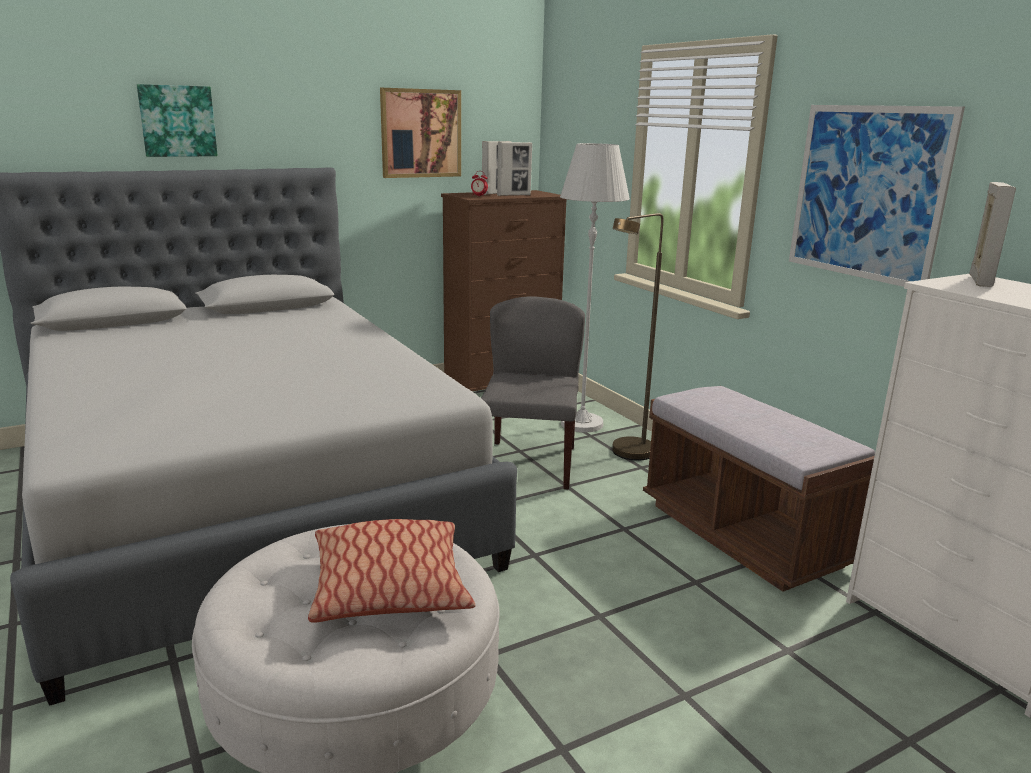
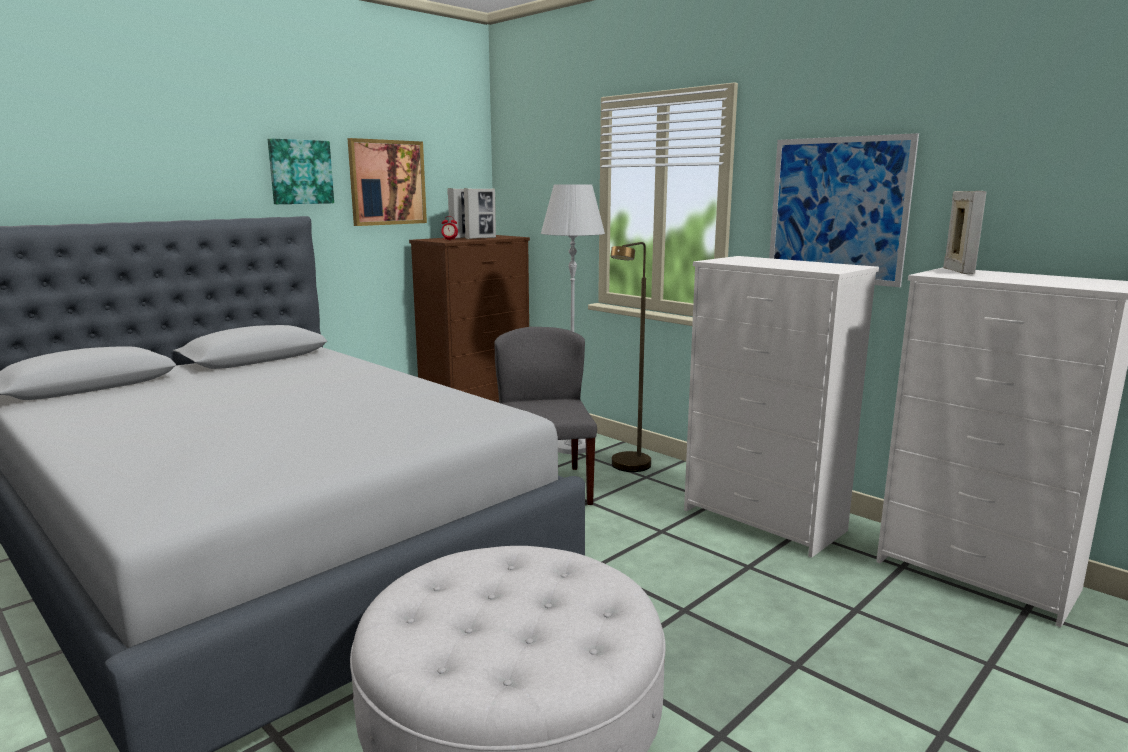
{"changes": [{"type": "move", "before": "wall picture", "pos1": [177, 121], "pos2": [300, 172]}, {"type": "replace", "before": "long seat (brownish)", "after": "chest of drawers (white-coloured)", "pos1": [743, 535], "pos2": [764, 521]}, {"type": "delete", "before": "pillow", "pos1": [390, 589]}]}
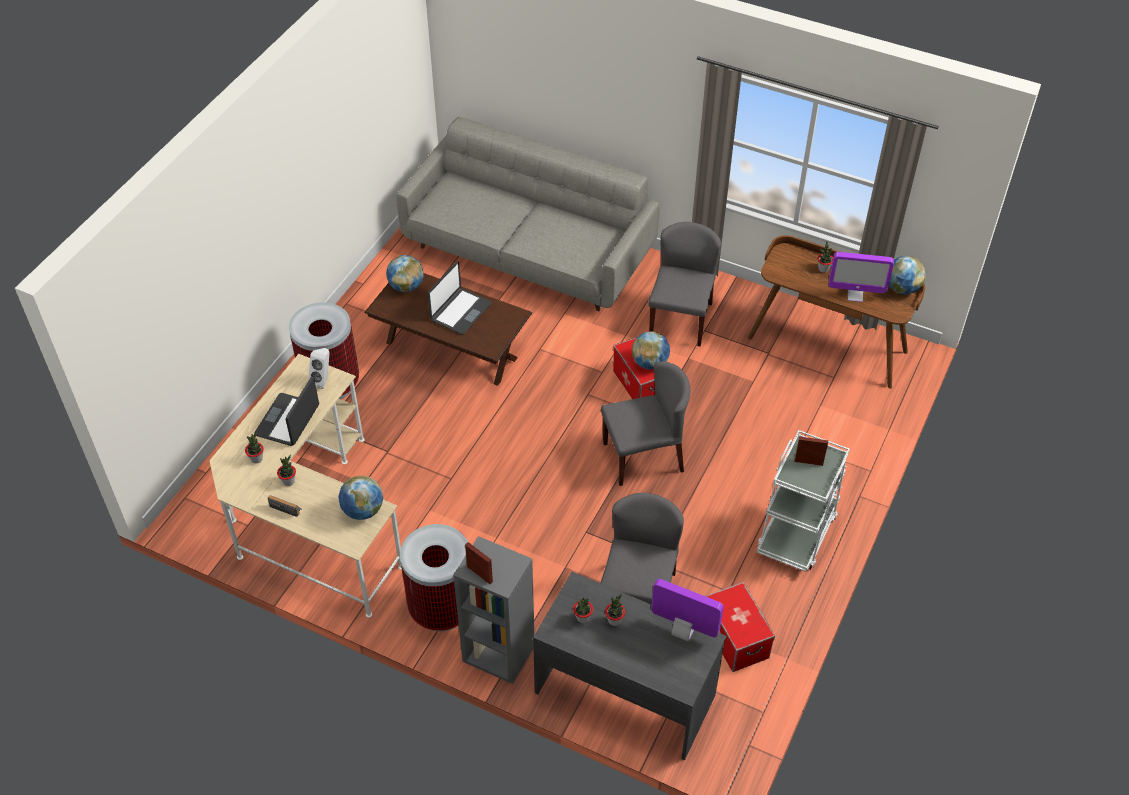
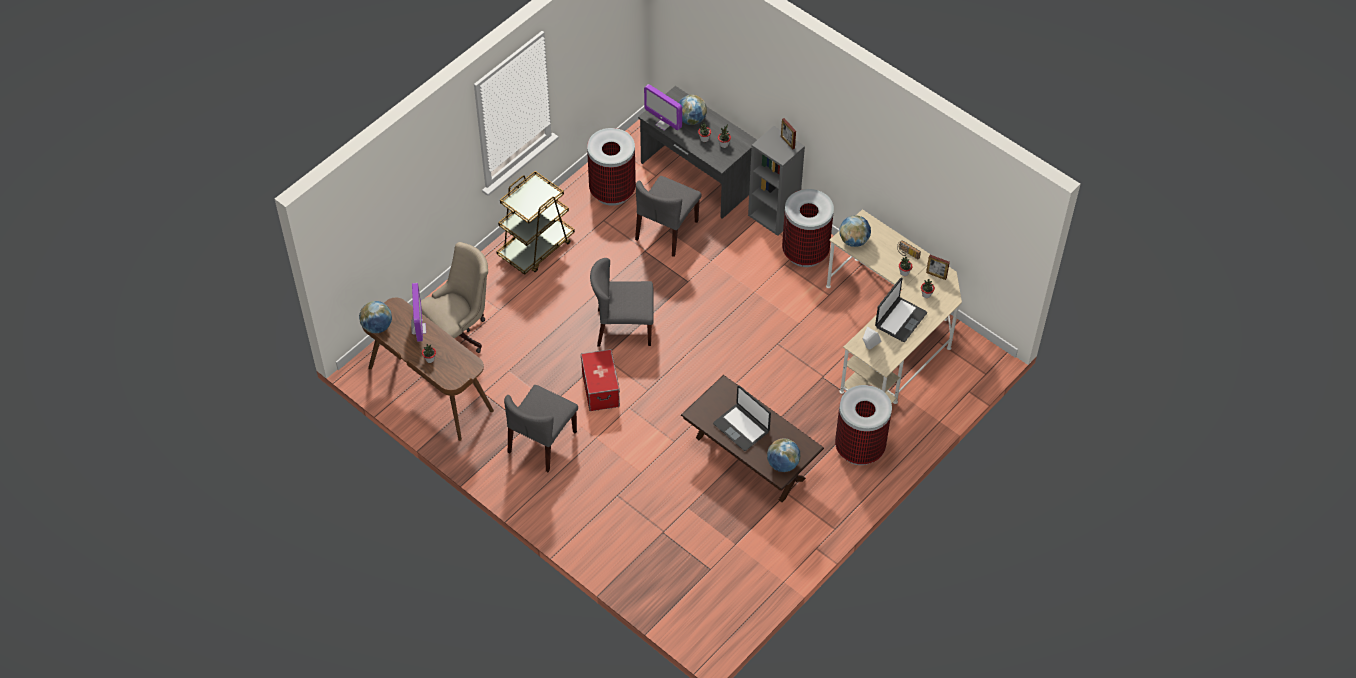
{"changes": [{"type": "rotate", "before": "monitor", "pos1": [855, 295], "pos2": [418, 329], "turn": 60}, {"type": "insert", "after": "desk chair (beige)", "pos2": [459, 333]}, {"type": "recolor", "before": "trolley (white-coloured)", "after": "trolley (brownish)", "pos1": [796, 532], "pos2": [536, 248]}, {"type": "replace", "before": "storage box", "after": "waste bin", "pos1": [735, 638], "pos2": [612, 191]}, {"type": "move", "before": "desk globe", "pos1": [650, 363], "pos2": [691, 120]}, {"type": "rotate", "before": "notebook computer", "pos1": [460, 312], "pos2": [741, 427], "turn": -90}, {"type": "move", "before": "picture frame", "pos1": [808, 462], "pos2": [936, 275]}, {"type": "delete", "before": "sofa (greyish)", "pos1": [527, 252]}]}
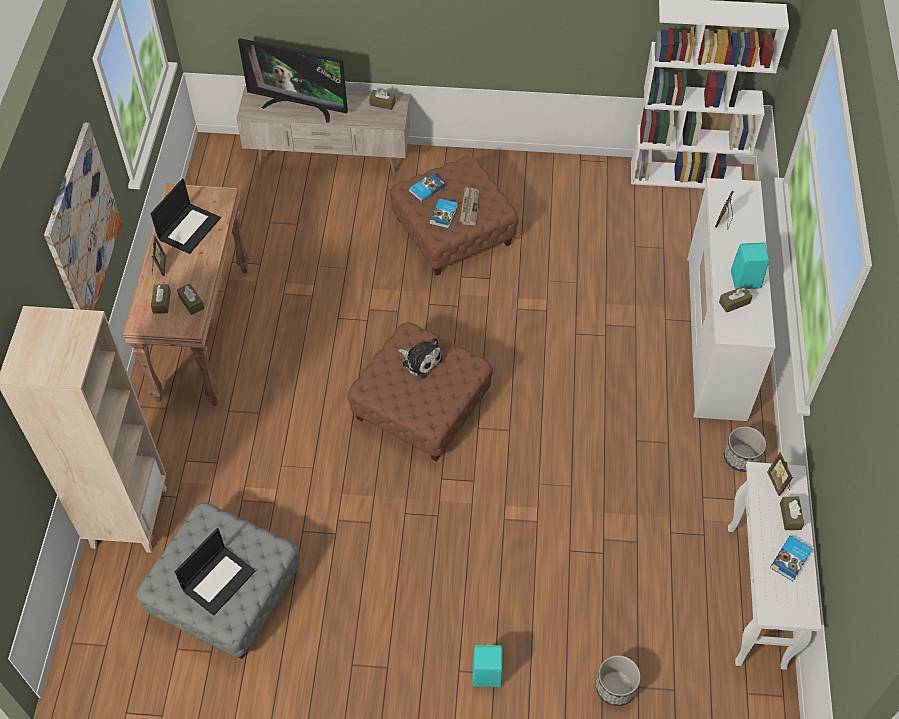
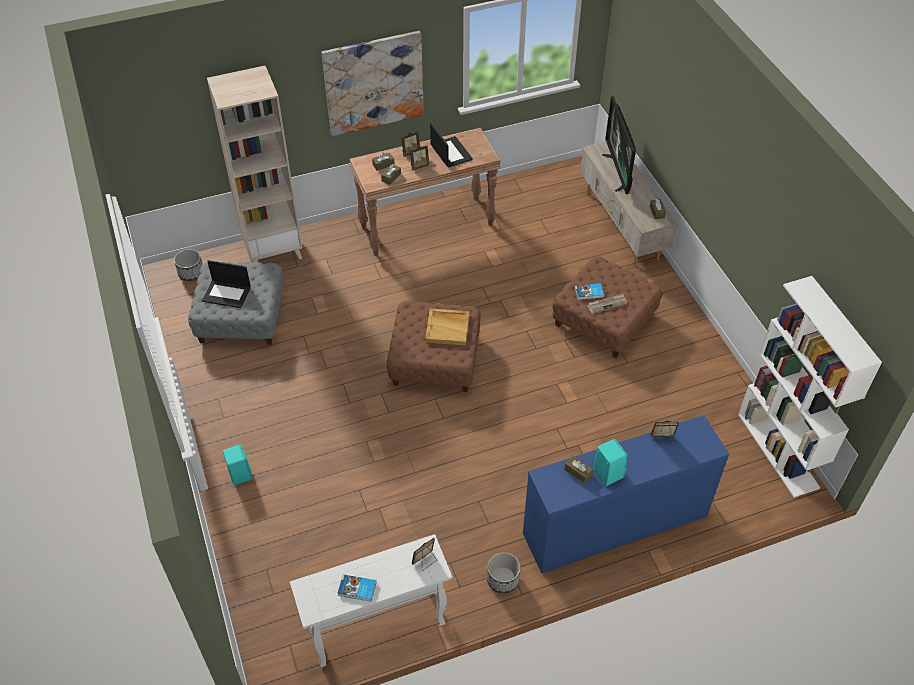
{"changes": [{"type": "move", "before": "plant pot", "pos1": [615, 687], "pos2": [191, 273]}, {"type": "insert", "after": "picture frame", "pos2": [419, 166]}, {"type": "replace", "before": "plush toy", "after": "serving tray (beige)", "pos1": [420, 360], "pos2": [448, 328]}, {"type": "rotate", "before": "notebook computer", "pos1": [189, 228], "pos2": [450, 152], "turn": -120}, {"type": "recolor", "before": "chest of drawers (white-coloured)", "after": "chest of drawers (blue)", "pos1": [715, 337], "pos2": [614, 525]}, {"type": "delete", "before": "book", "pos1": [426, 188]}, {"type": "delete", "before": "box of tissues (brownish)", "pos1": [790, 516]}]}
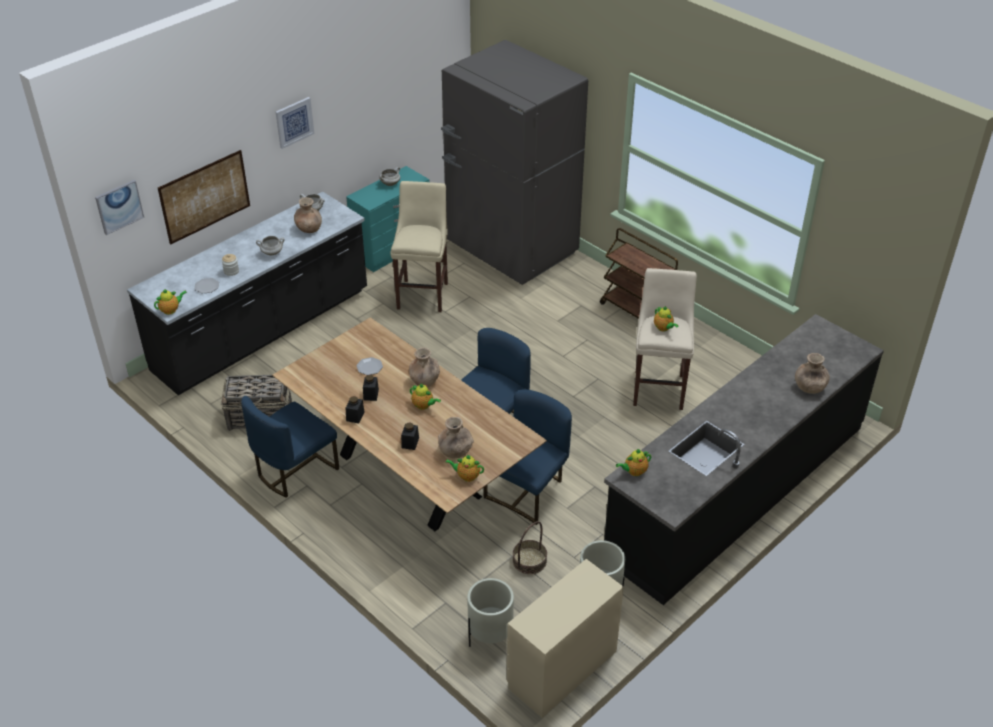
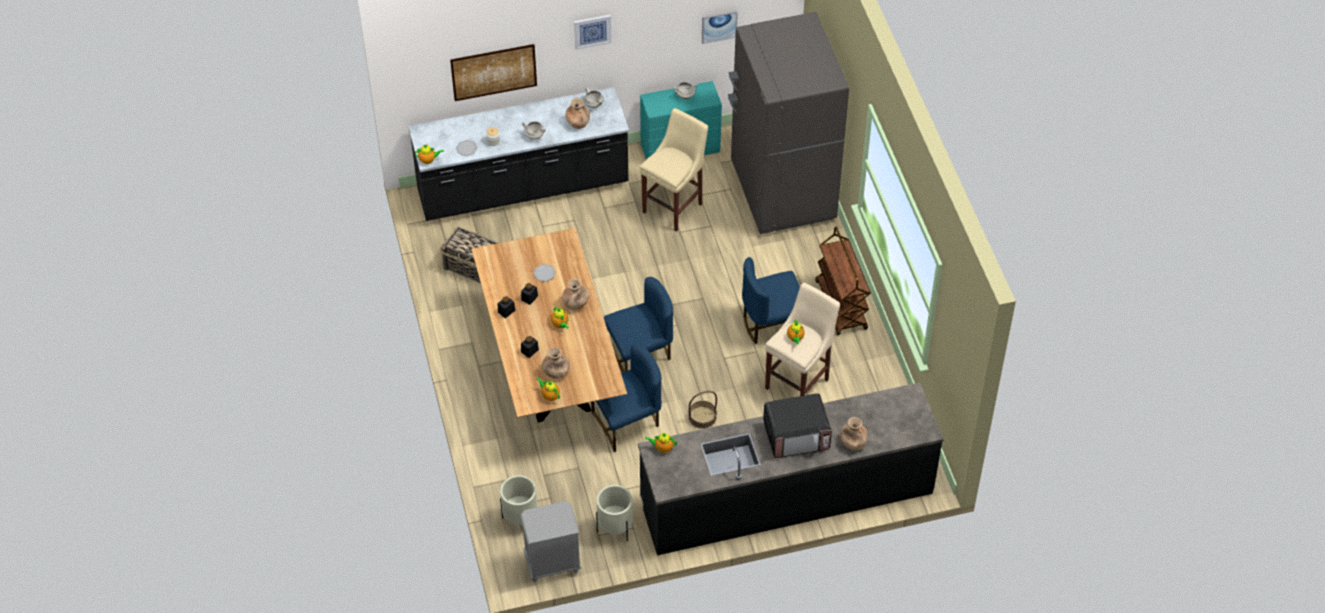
{"changes": [{"type": "replace", "before": "chest of drawers (beige)", "after": "nightstand (greyish)", "pos1": [561, 669], "pos2": [551, 564]}, {"type": "move", "before": "storage basket", "pos1": [529, 561], "pos2": [702, 417]}, {"type": "move", "before": "wall picture", "pos1": [119, 206], "pos2": [719, 26]}, {"type": "move", "before": "plain chair (blue)", "pos1": [295, 470], "pos2": [773, 324]}, {"type": "insert", "after": "microwave", "pos2": [796, 436]}]}
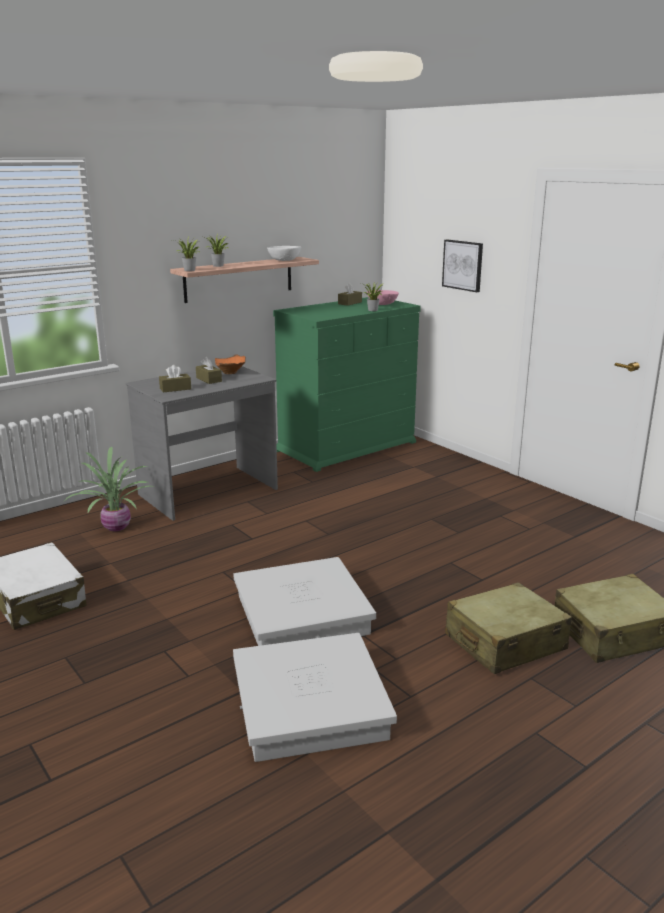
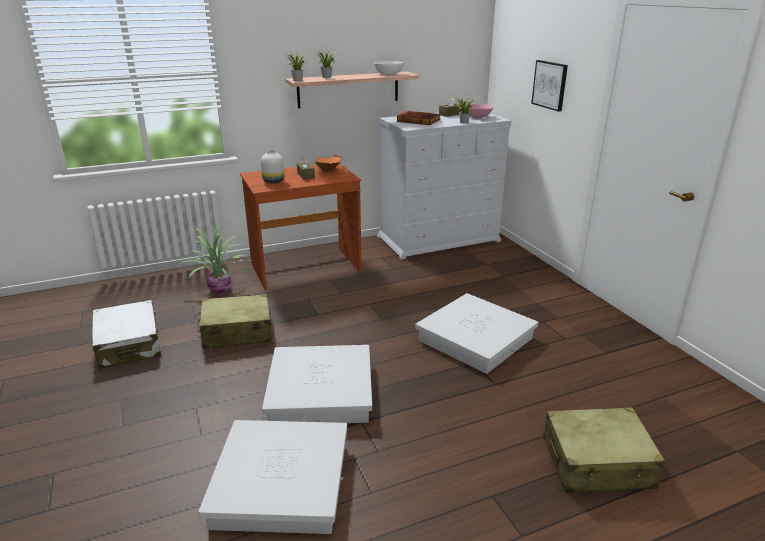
{"changes": [{"type": "move", "before": "travel case (beige)", "pos1": [504, 643], "pos2": [237, 332]}, {"type": "recolor", "before": "desk (greyish)", "after": "desk (brownish)", "pos1": [208, 492], "pos2": [305, 268]}, {"type": "replace", "before": "box of tissues (brownish)", "after": "vase (white-coloured)", "pos1": [175, 389], "pos2": [273, 181]}, {"type": "recolor", "before": "chest of drawers (greenish)", "after": "chest of drawers (white-coloured)", "pos1": [346, 446], "pos2": [439, 239]}, {"type": "insert", "after": "book", "pos2": [419, 120]}, {"type": "insert", "after": "storage box (white-coloured)", "pos2": [475, 339]}]}
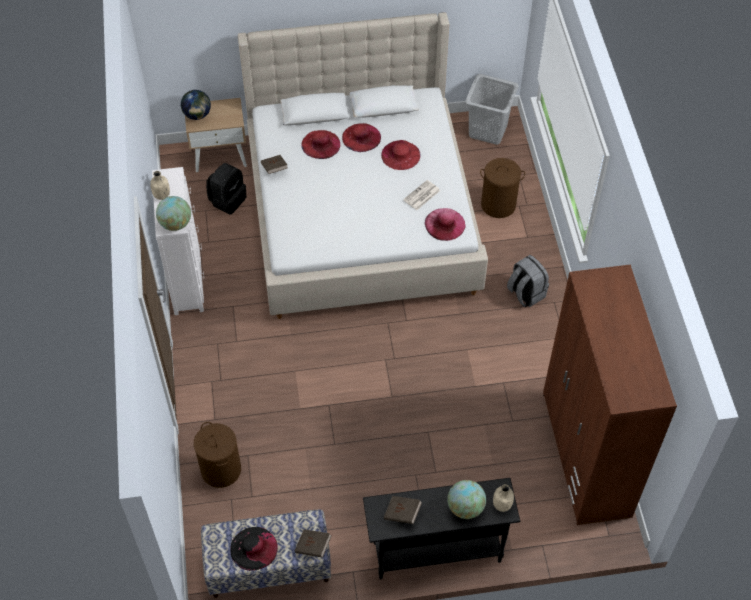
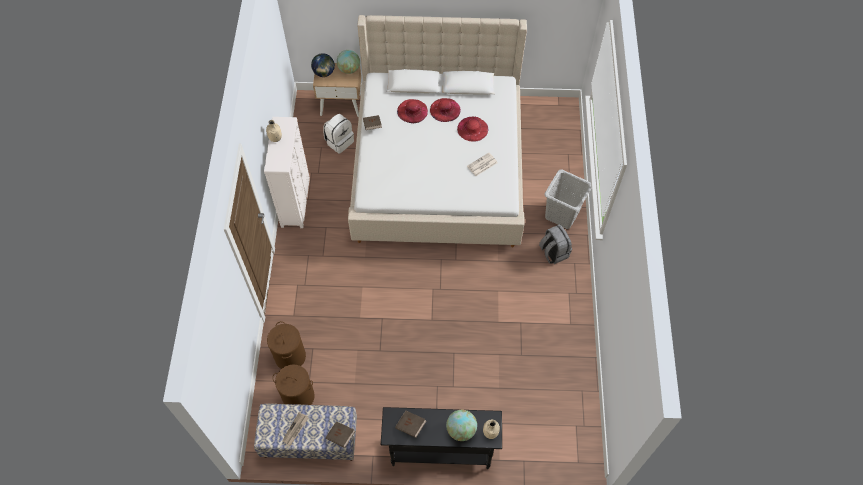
{"changes": [{"type": "move", "before": "laundry basket (brownish)", "pos1": [498, 205], "pos2": [299, 396]}, {"type": "replace", "before": "clothing hat (blackish)", "after": "daily paper", "pos1": [253, 548], "pos2": [295, 429]}, {"type": "recolor", "before": "rucksack (blackish)", "after": "rucksack (white-coloured)", "pos1": [227, 200], "pos2": [339, 141]}, {"type": "move", "before": "desk globe", "pos1": [175, 224], "pos2": [349, 69]}, {"type": "move", "before": "laundry basket (greyish)", "pos1": [487, 130], "pos2": [562, 214]}, {"type": "delete", "before": "clothing hat (pinkish)", "pos1": [445, 224]}, {"type": "delete", "before": "clothes cupboard (brownish)", "pos1": [585, 455]}]}
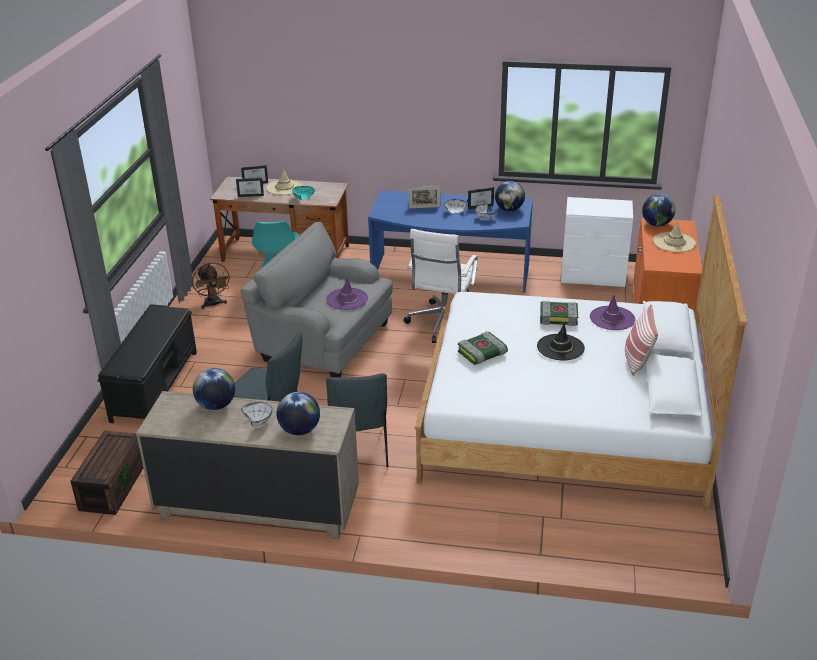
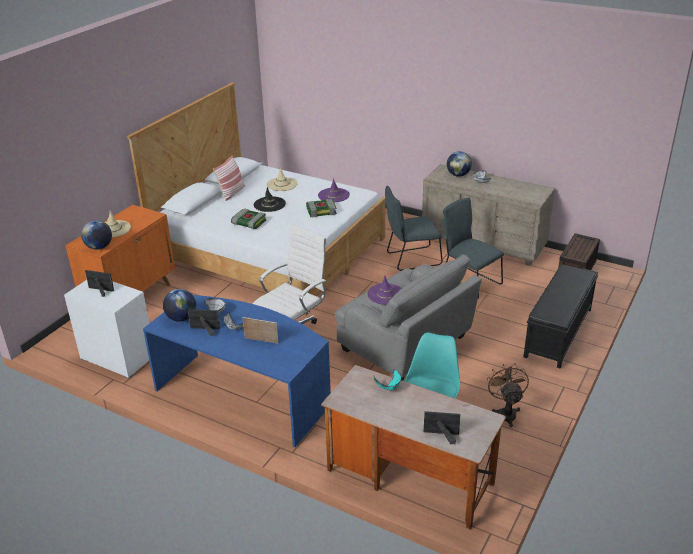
{"changes": [{"type": "move", "before": "picture frame", "pos1": [251, 195], "pos2": [99, 290]}, {"type": "move", "before": "clothing hat (beige)", "pos1": [284, 187], "pos2": [282, 184]}, {"type": "move", "before": "clothing hat (purple-coloured)", "pos1": [612, 318], "pos2": [333, 195]}, {"type": "rotate", "before": "plain chair (greyish)", "pos1": [360, 451], "pos2": [411, 259], "turn": -120}, {"type": "delete", "before": "desk globe", "pos1": [216, 405]}]}
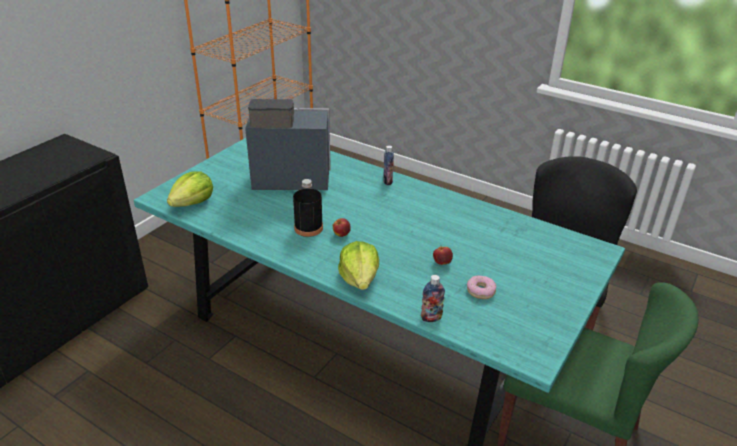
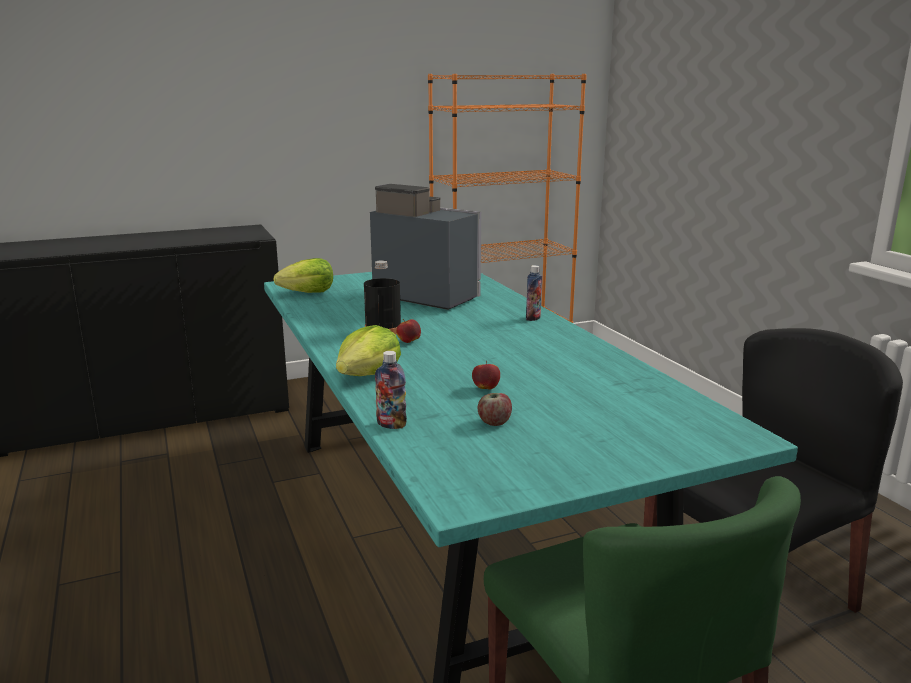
{"changes": [{"type": "replace", "before": "ring doughnut", "after": "apple fruit", "pos1": [481, 291], "pos2": [494, 422]}]}
